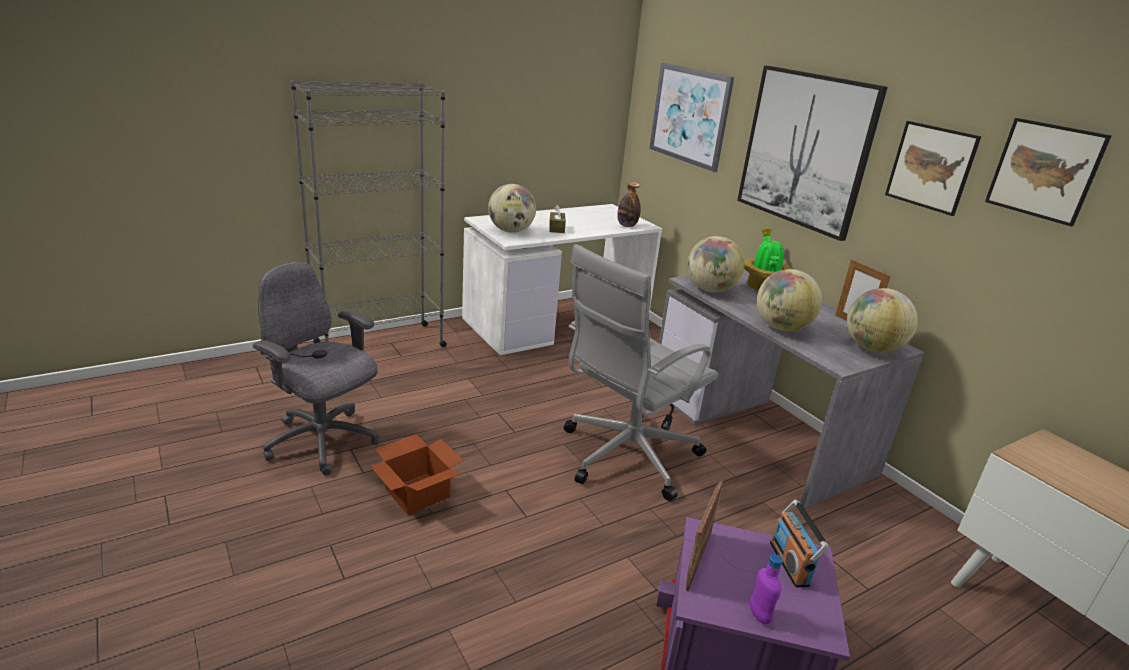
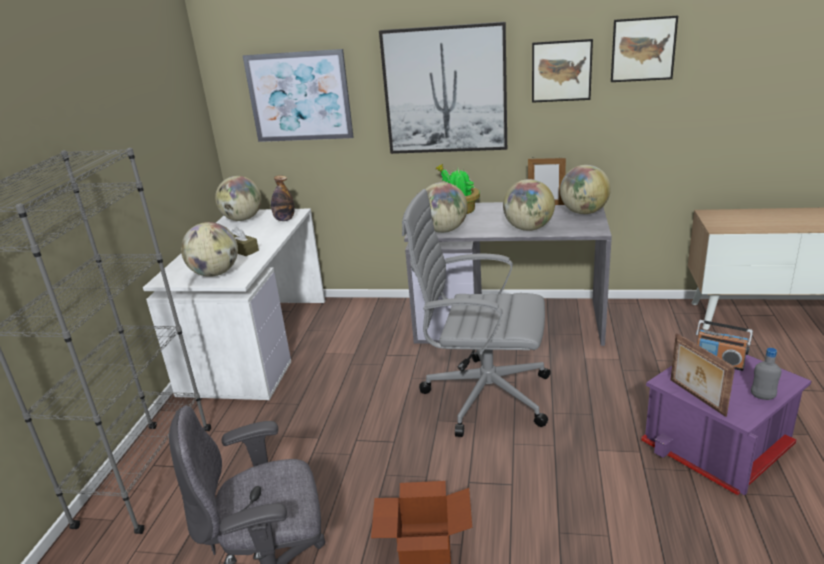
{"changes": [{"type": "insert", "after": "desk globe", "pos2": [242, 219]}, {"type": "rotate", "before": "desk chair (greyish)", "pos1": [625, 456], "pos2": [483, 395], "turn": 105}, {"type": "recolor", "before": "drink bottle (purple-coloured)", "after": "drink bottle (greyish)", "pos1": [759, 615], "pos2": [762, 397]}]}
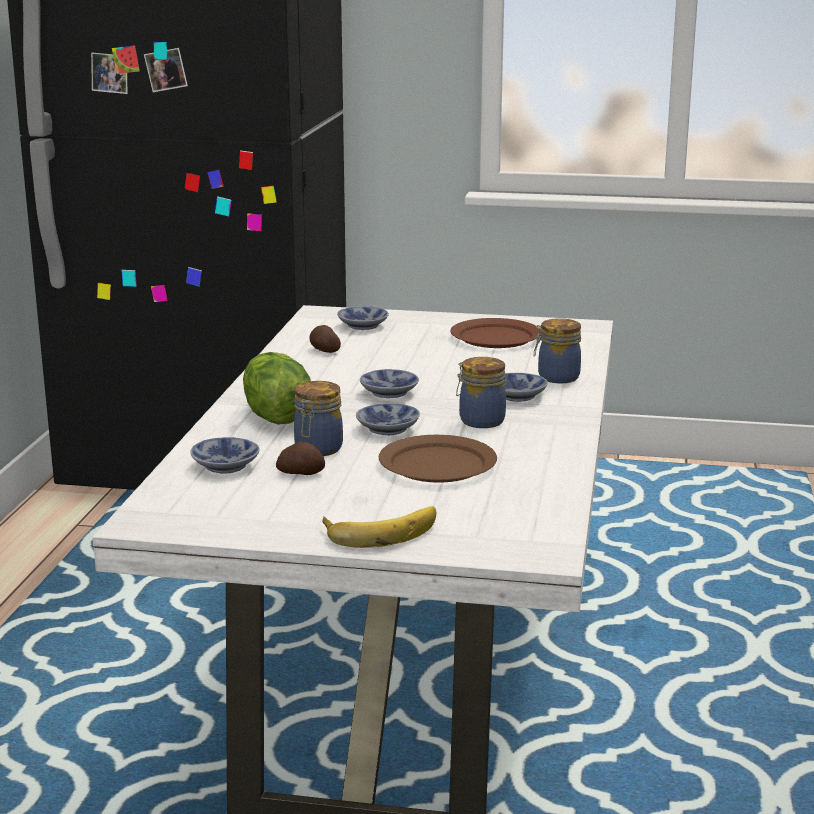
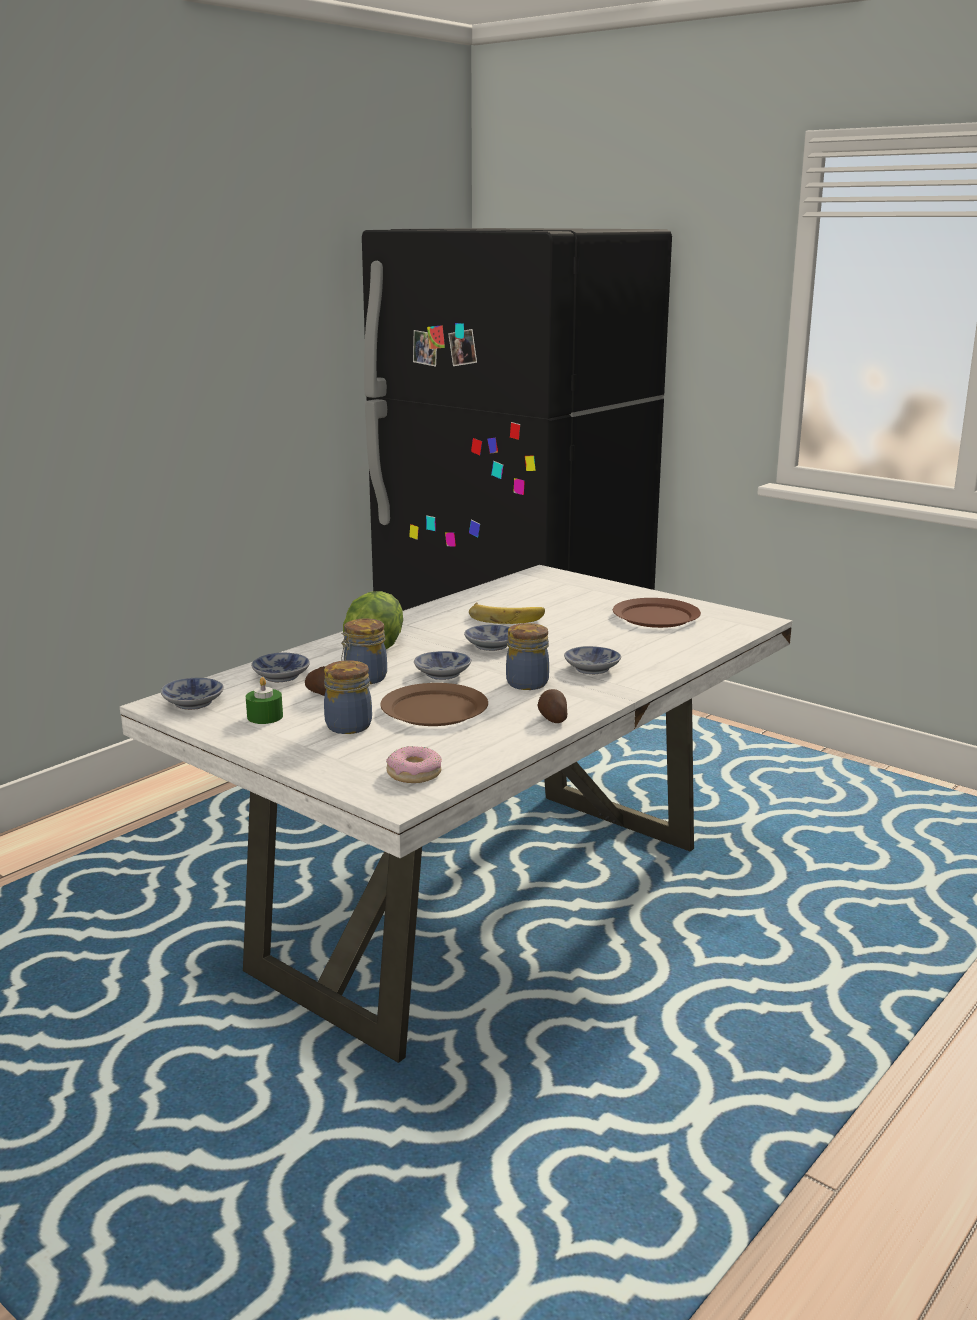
{"changes": [{"type": "move", "before": "bowl", "pos1": [361, 326], "pos2": [191, 703]}, {"type": "insert", "after": "wax light (greenish)", "pos2": [265, 717]}, {"type": "move", "before": "preserve jar", "pos1": [556, 377], "pos2": [347, 725]}, {"type": "insert", "after": "ring doughnut", "pos2": [414, 773]}, {"type": "move", "before": "whole banana", "pos1": [380, 530], "pos2": [506, 616]}, {"type": "move", "before": "whole potato", "pos1": [324, 350], "pos2": [552, 718]}]}
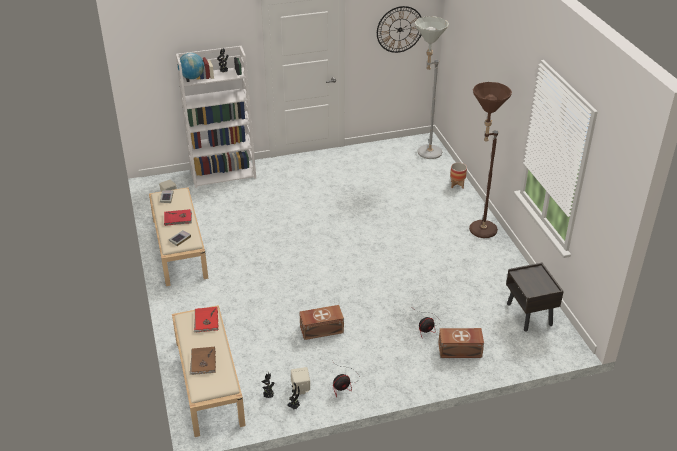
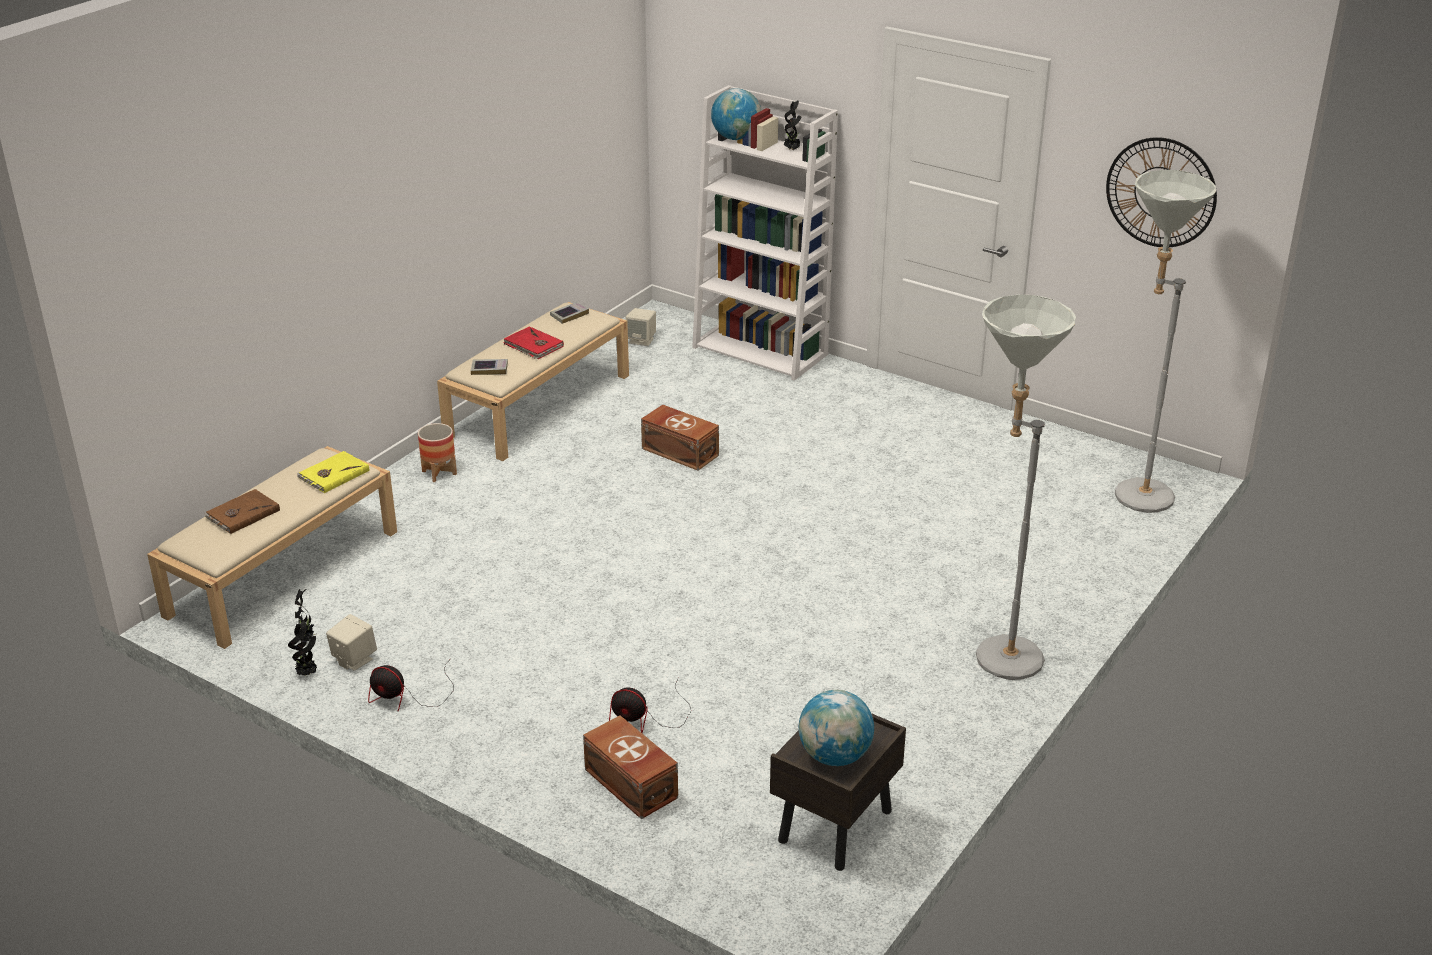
{"changes": [{"type": "recolor", "before": "book (red)", "after": "book (yellowish)", "pos1": [206, 321], "pos2": [333, 474]}, {"type": "move", "before": "plant pot", "pos1": [457, 185], "pos2": [439, 472]}, {"type": "move", "before": "storage box (brownish)", "pos1": [321, 329], "pos2": [680, 451]}, {"type": "insert", "after": "desk globe", "pos2": [834, 756]}, {"type": "recolor", "before": "standard lamp (brownish)", "after": "standard lamp (greyish)", "pos1": [477, 230], "pos2": [996, 653]}]}
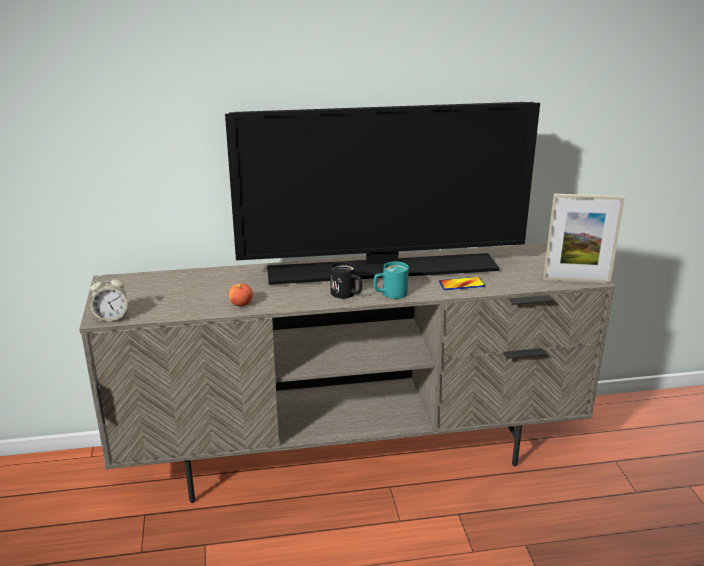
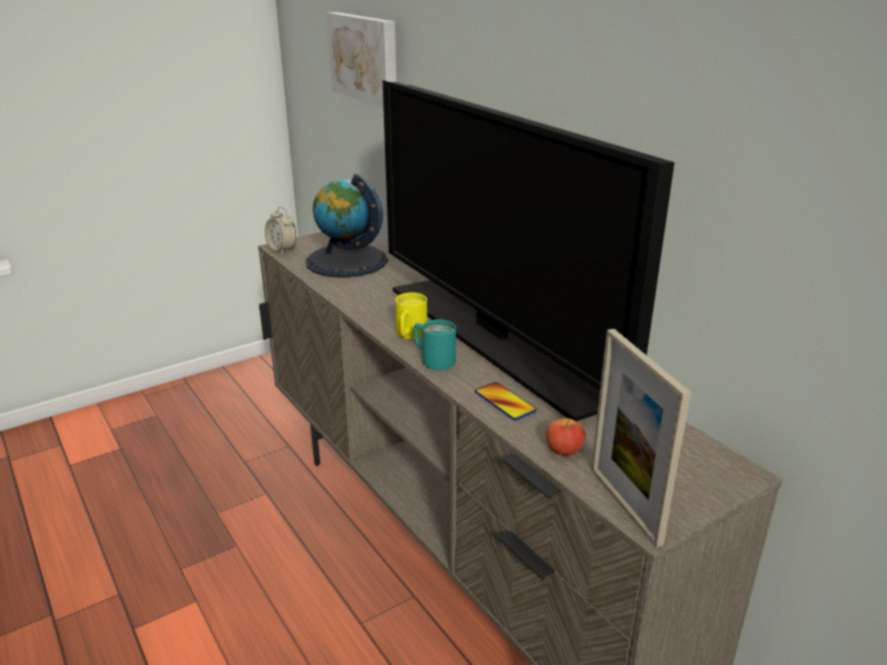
{"changes": [{"type": "insert", "after": "desk globe", "pos2": [346, 261]}, {"type": "insert", "after": "wall picture", "pos2": [366, 58]}, {"type": "recolor", "before": "mug (blackish)", "after": "mug (yellowish)", "pos1": [347, 294], "pos2": [409, 335]}, {"type": "move", "before": "apple fruit", "pos1": [241, 304], "pos2": [564, 450]}]}
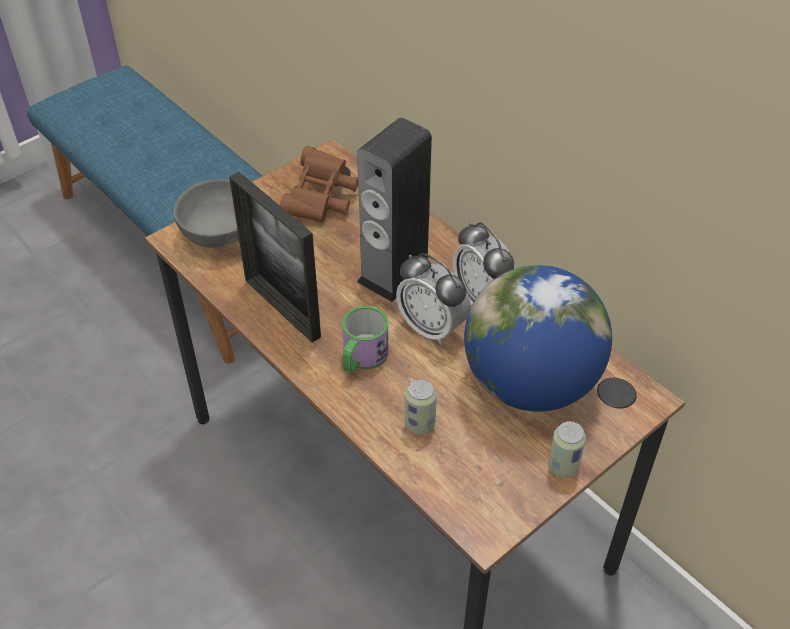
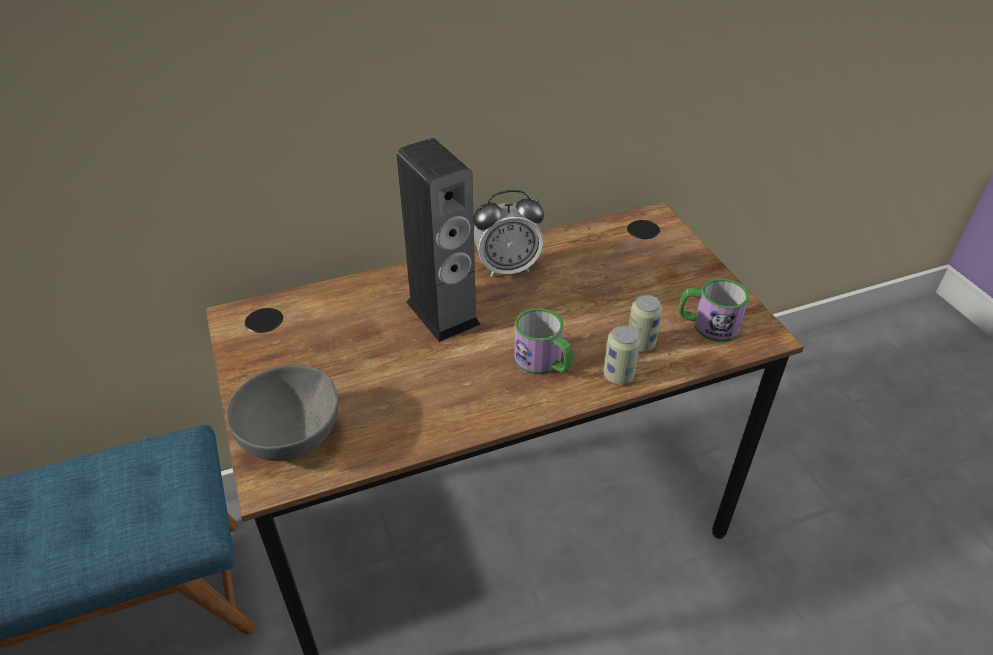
{"changes": [{"type": "move", "before": "sealed can", "pos1": [563, 466], "pos2": [618, 376]}, {"type": "insert", "after": "mug", "pos2": [707, 325]}, {"type": "delete", "before": "picture frame", "pos1": [282, 308]}, {"type": "delete", "before": "binoculars (brownish)", "pos1": [321, 200]}, {"type": "delete", "before": "table clock", "pos1": [431, 327]}, {"type": "delete", "before": "desk globe", "pos1": [530, 383]}]}
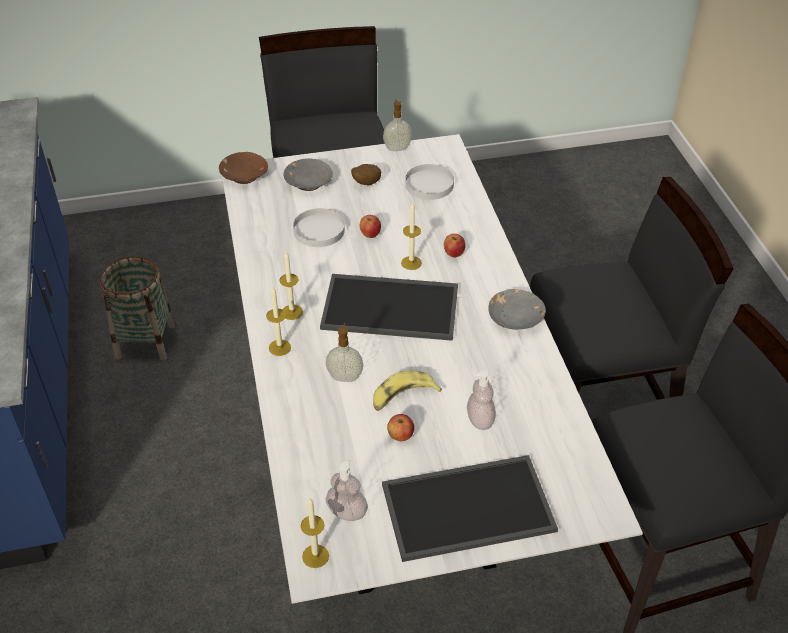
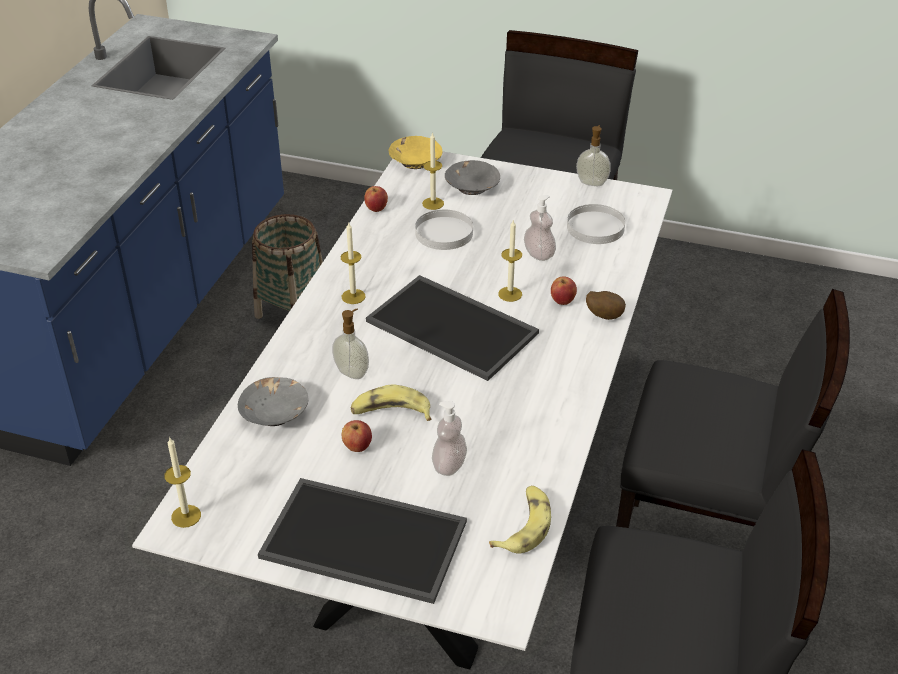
{"changes": [{"type": "move", "before": "bowl (greyish)", "pos1": [516, 318], "pos2": [275, 413]}, {"type": "move", "before": "apple fruit", "pos1": [370, 234], "pos2": [376, 208]}, {"type": "recolor", "before": "bowl (brownish)", "after": "bowl (yellowish)", "pos1": [244, 176], "pos2": [415, 161]}, {"type": "move", "before": "wax light", "pos1": [279, 347], "pos2": [433, 203]}, {"type": "insert", "after": "whole banana", "pos2": [524, 526]}, {"type": "move", "before": "soap dispenser", "pos1": [347, 512], "pos2": [539, 254]}, {"type": "move", "before": "whole potato", "pos1": [366, 183], "pos2": [604, 315]}]}
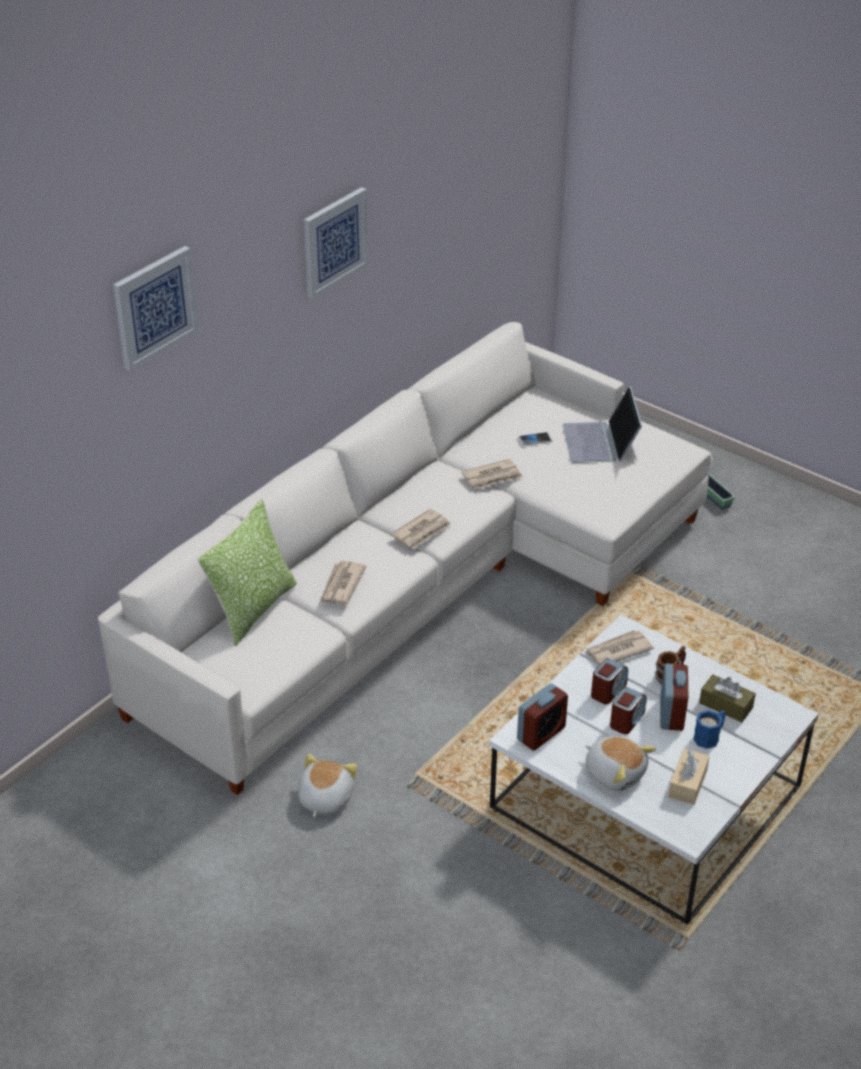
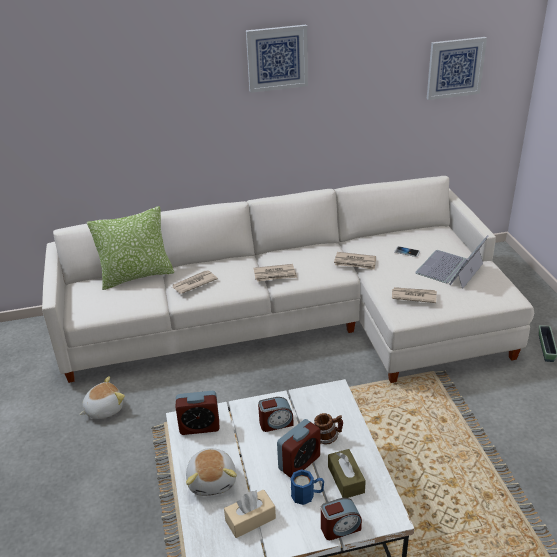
{"changes": [{"type": "move", "before": "table clock", "pos1": [626, 720], "pos2": [340, 528]}, {"type": "move", "before": "daily paper", "pos1": [617, 650], "pos2": [413, 296]}, {"type": "move", "before": "wall picture", "pos1": [154, 307], "pos2": [455, 68]}]}
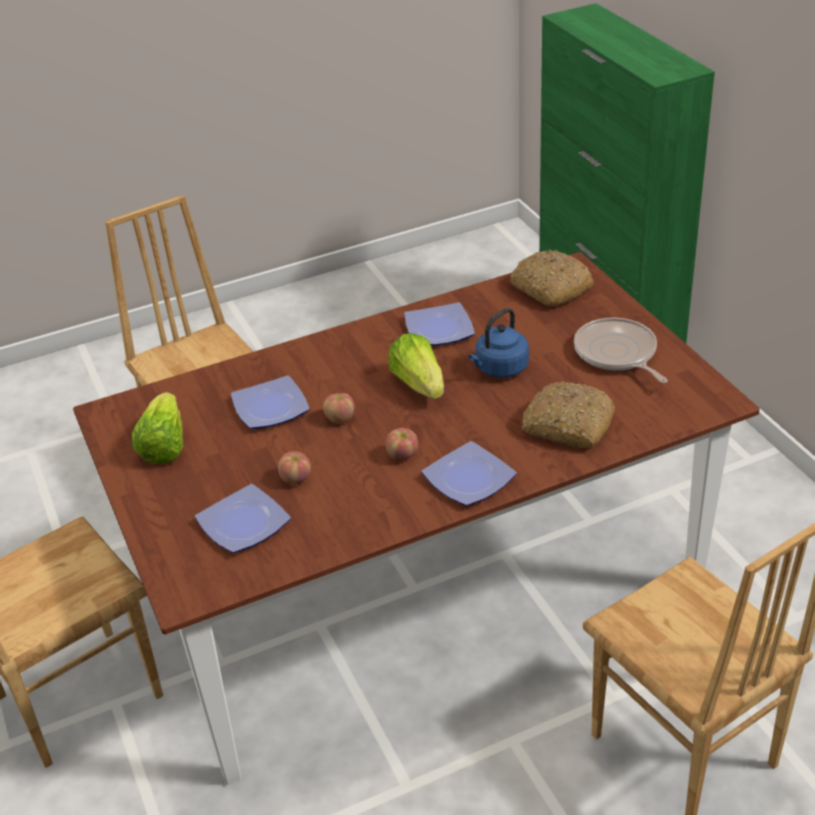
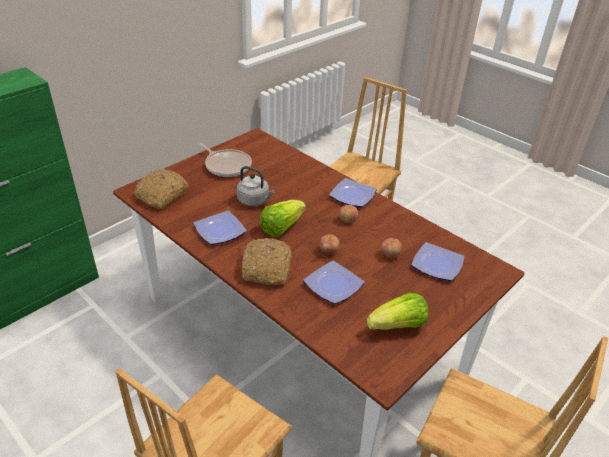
{"changes": [{"type": "rotate", "before": "pan", "pos1": [617, 354], "pos2": [226, 165], "turn": -90}, {"type": "recolor", "before": "kettle (blue)", "after": "kettle (greyish)", "pos1": [499, 369], "pos2": [255, 201]}, {"type": "move", "before": "baked bread", "pos1": [567, 425], "pos2": [267, 268]}]}
